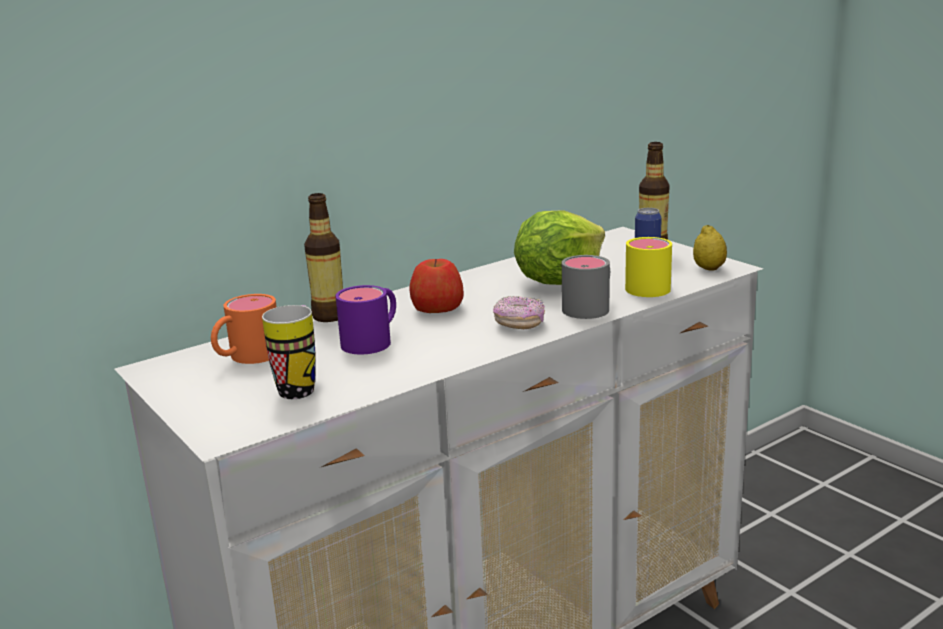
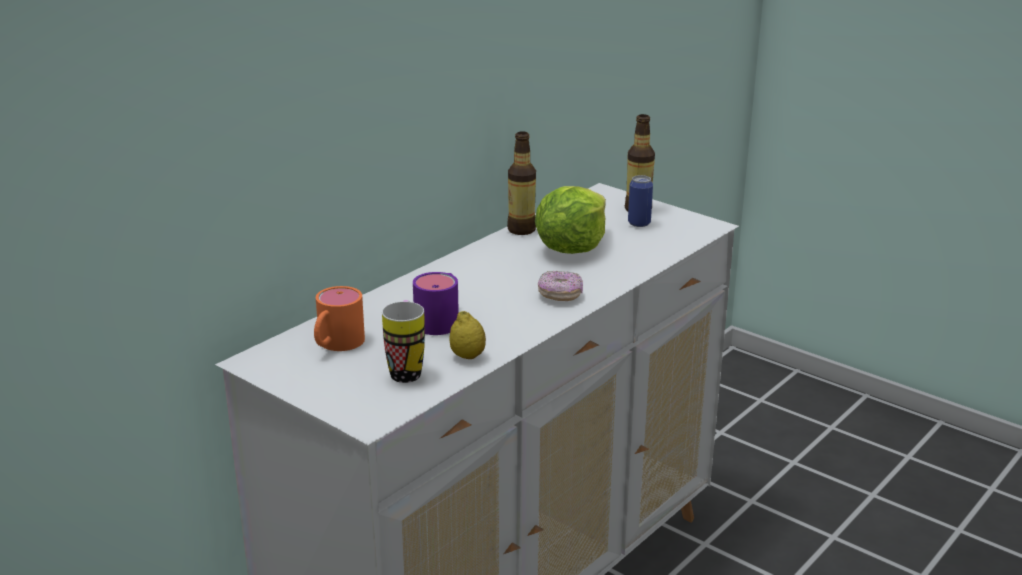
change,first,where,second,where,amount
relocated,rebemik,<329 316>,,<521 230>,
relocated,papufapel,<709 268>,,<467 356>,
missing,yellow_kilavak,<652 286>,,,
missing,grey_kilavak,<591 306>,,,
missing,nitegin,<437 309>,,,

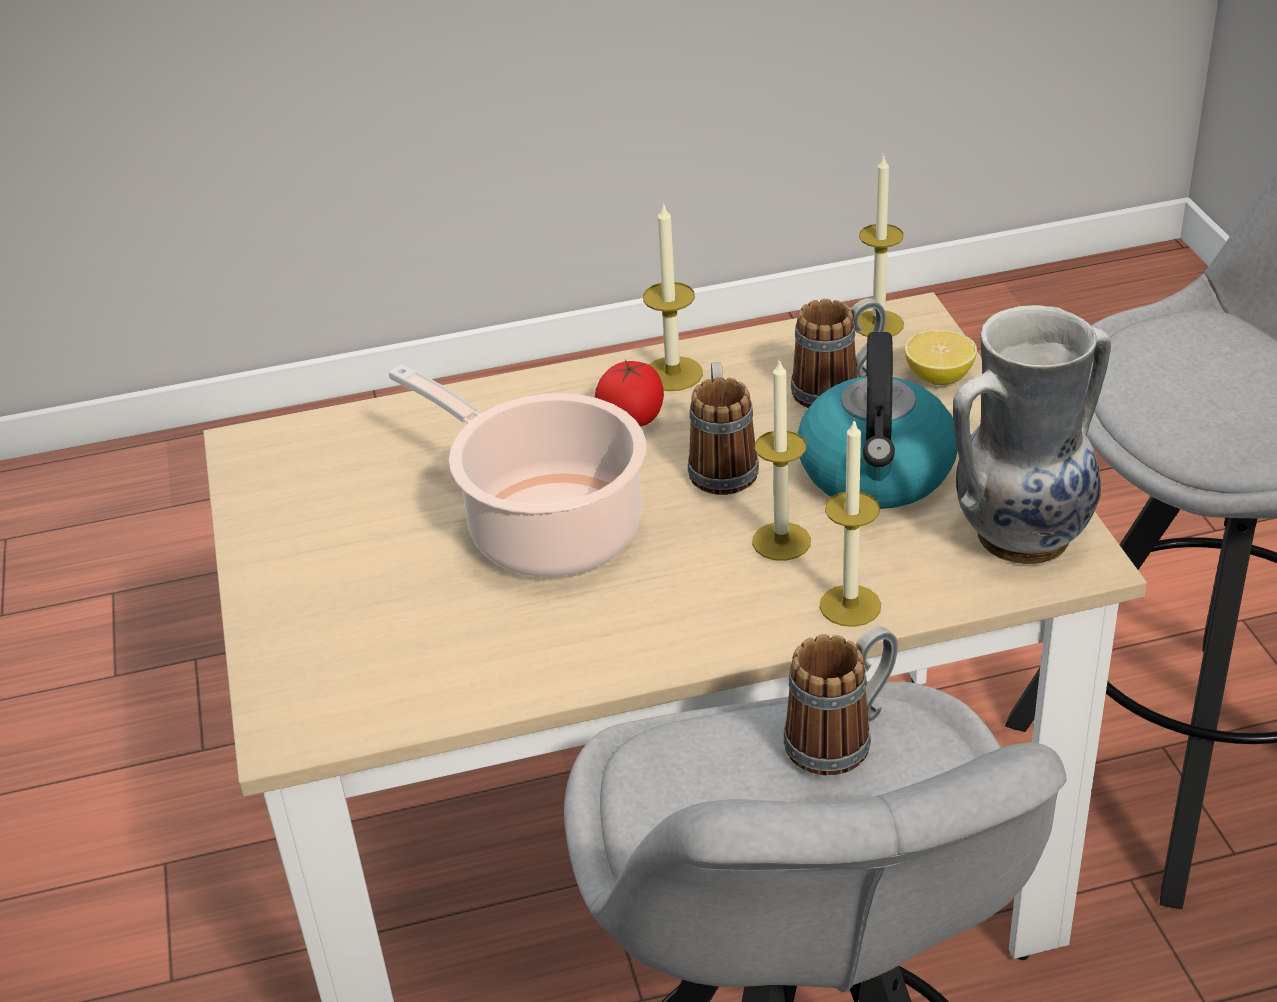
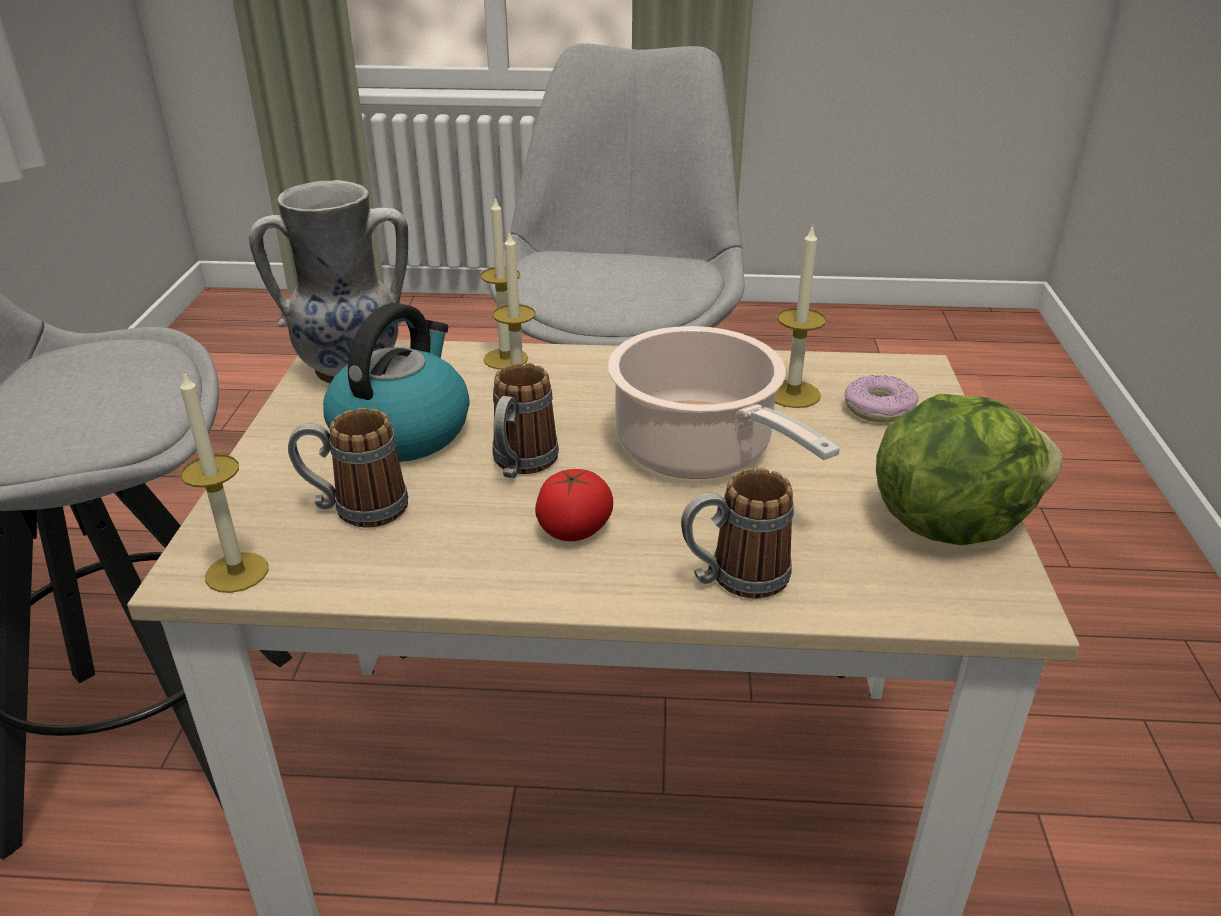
change,first,where,second,where,amount
relocated,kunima,<673 374>,,<793 394>,
missing,papufapel,<939 377>,,,
relocated,kilavak,<842 737>,,<733 579>,
appeared,,,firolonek,<878 408>,
appeared,,,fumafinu,<949 522>,

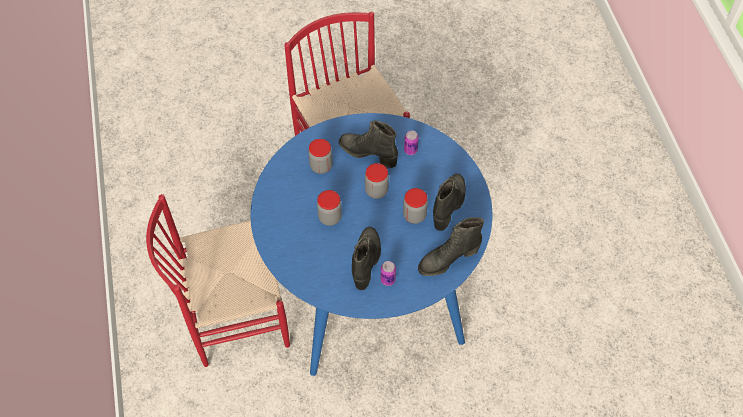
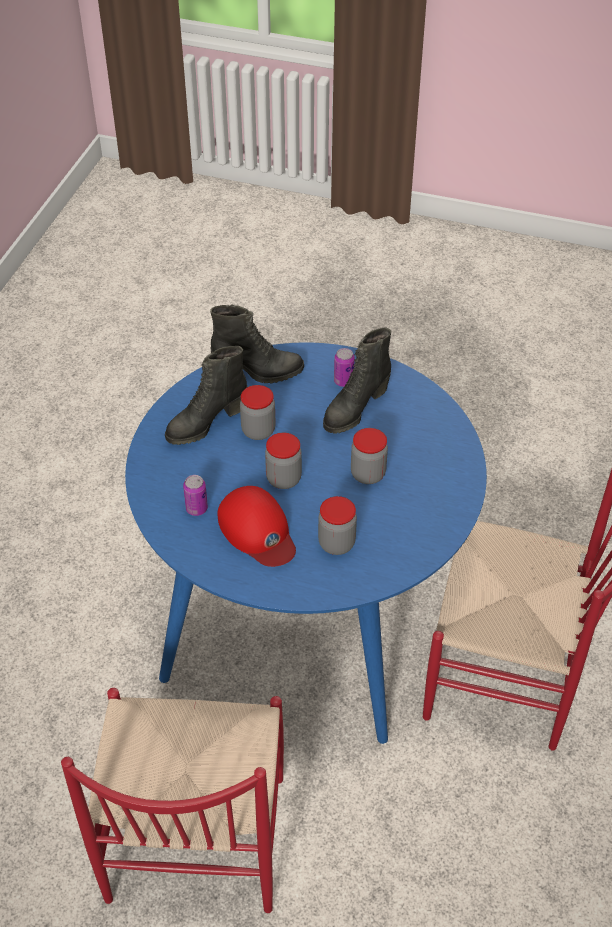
change,first,where,second,where,amount
exchanged,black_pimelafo,<368 153>,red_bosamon,<257 531>,

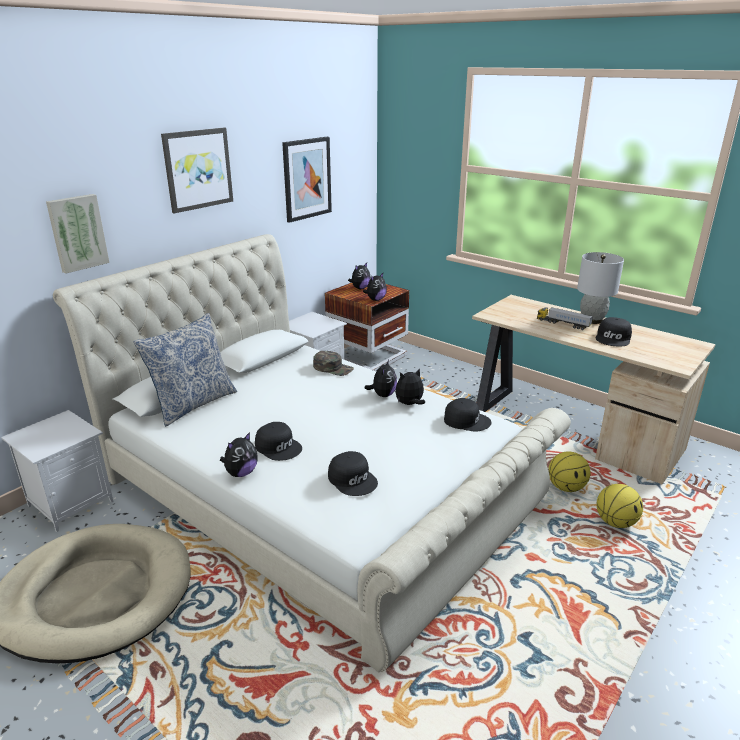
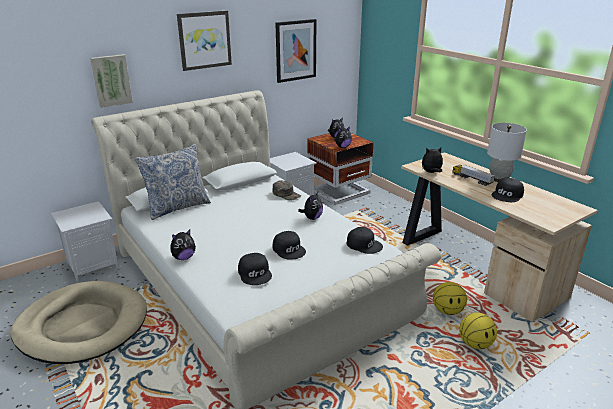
change,first,where,second,where,amount
relocated,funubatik,<409 404>,,<431 172>,
relocated,black_bosamon,<279 446>,,<289 249>,

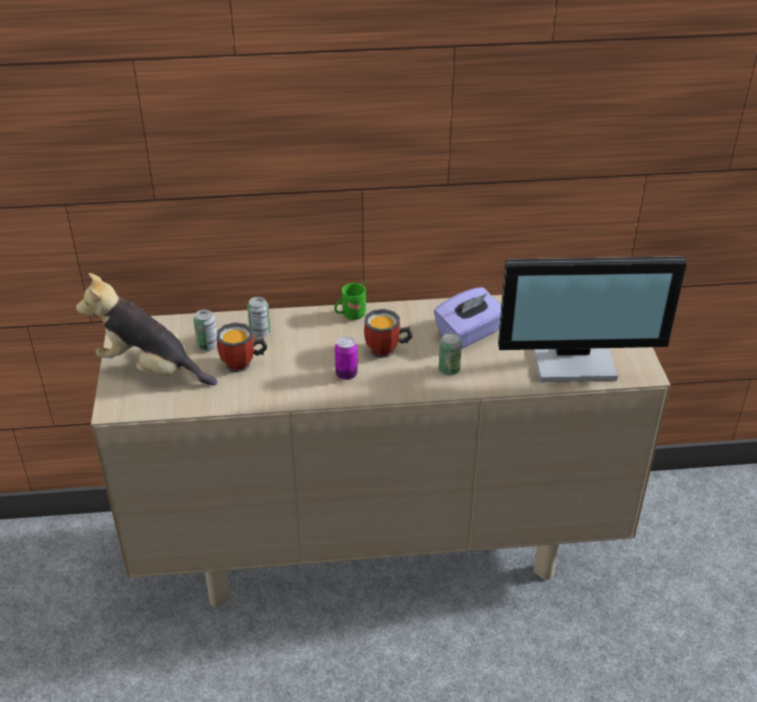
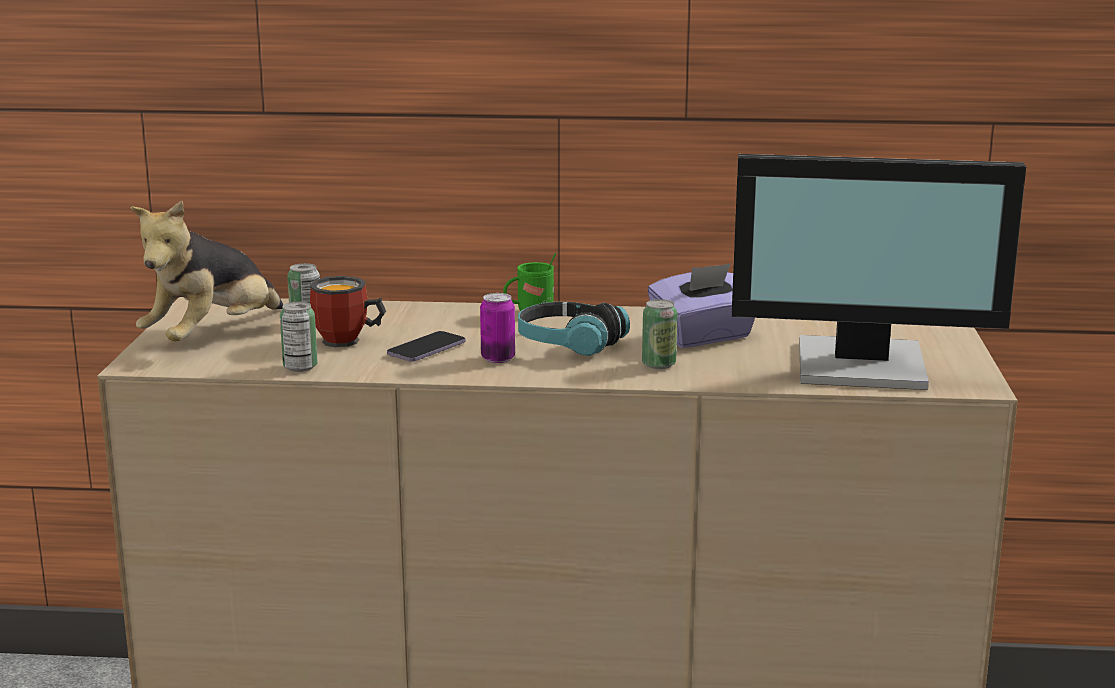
change,first,where,second,where,amount
spun,funubatik,<151 369>,,<213 337>,90 degrees counterclockwise
relocated,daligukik,<260 332>,,<300 367>,
exchanged,kilavak,<387 351>,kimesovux,<569 344>,
appeared,,,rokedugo,<426 349>,

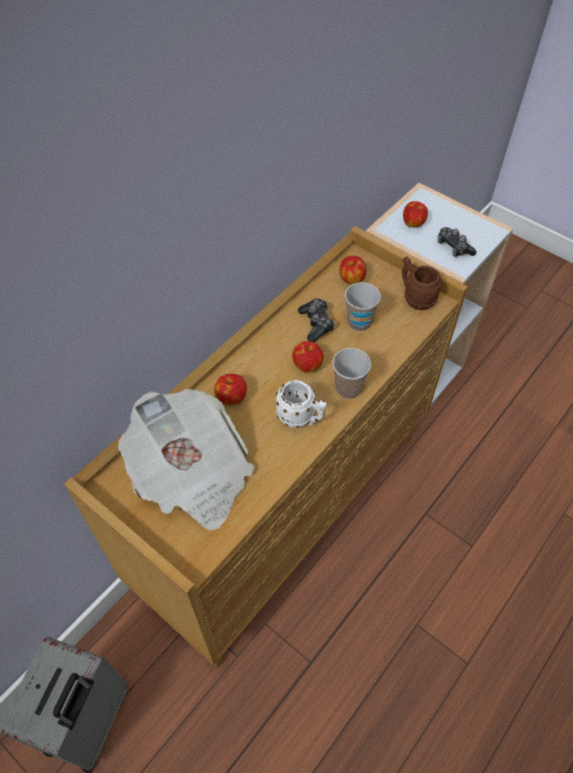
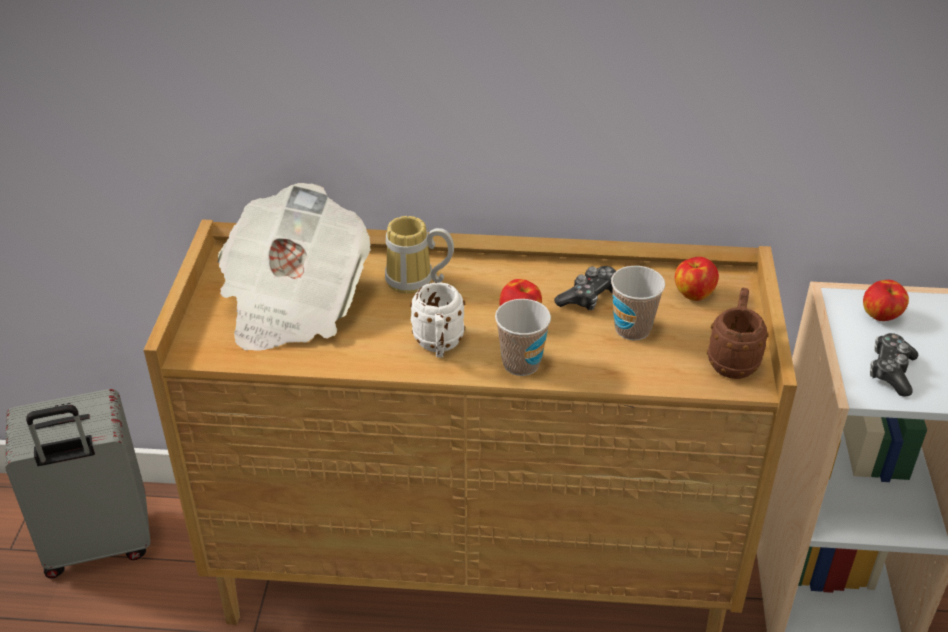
change,first,where,second,where,amount
exchanged,nitegin,<231 397>,kilavak,<415 283>,

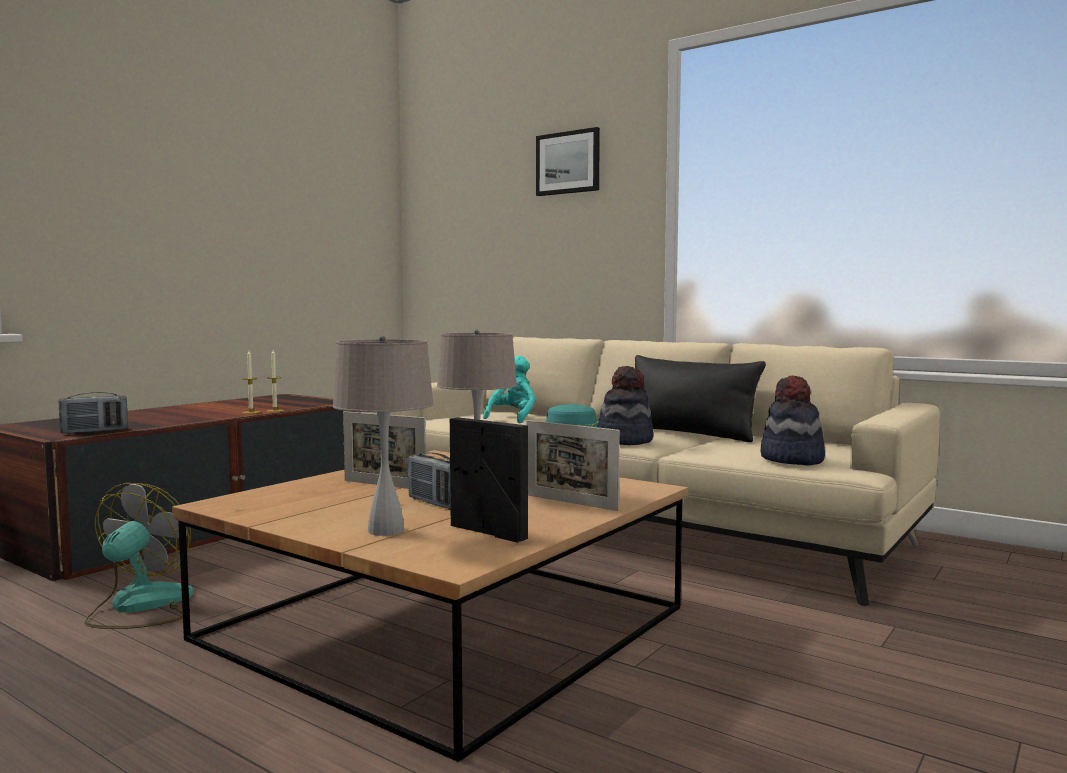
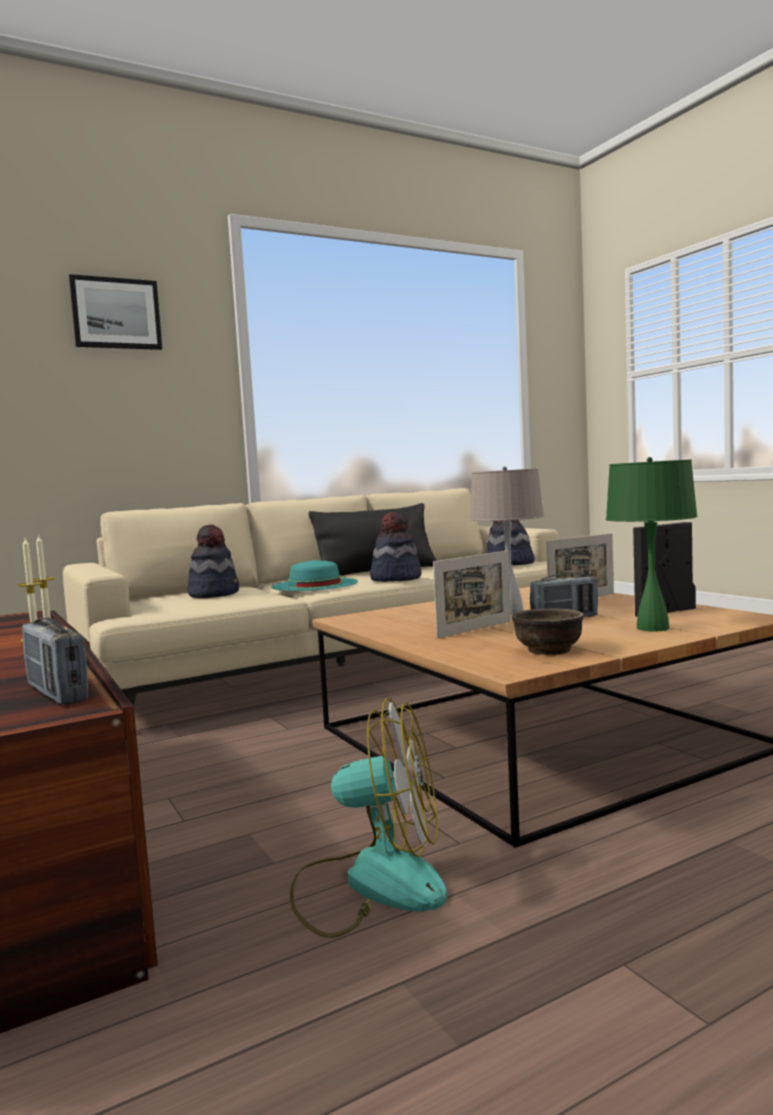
change,first,where,second,where,amount
colour,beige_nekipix,<385 530>,green_nekipix,<652 628>,
exchanged,turquoise_funubatik,<513 418>,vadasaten,<214 594>,
spun,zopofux,<94 431>,,<56 694>,150 degrees clockwise
spun,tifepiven,<139 607>,,<370 883>,150 degrees clockwise
appeared,,,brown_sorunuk,<549 651>,

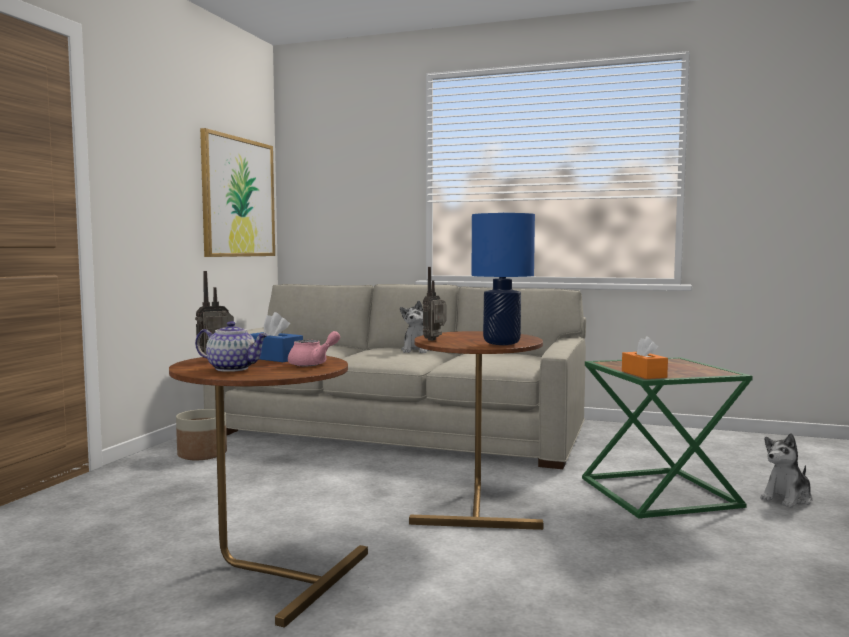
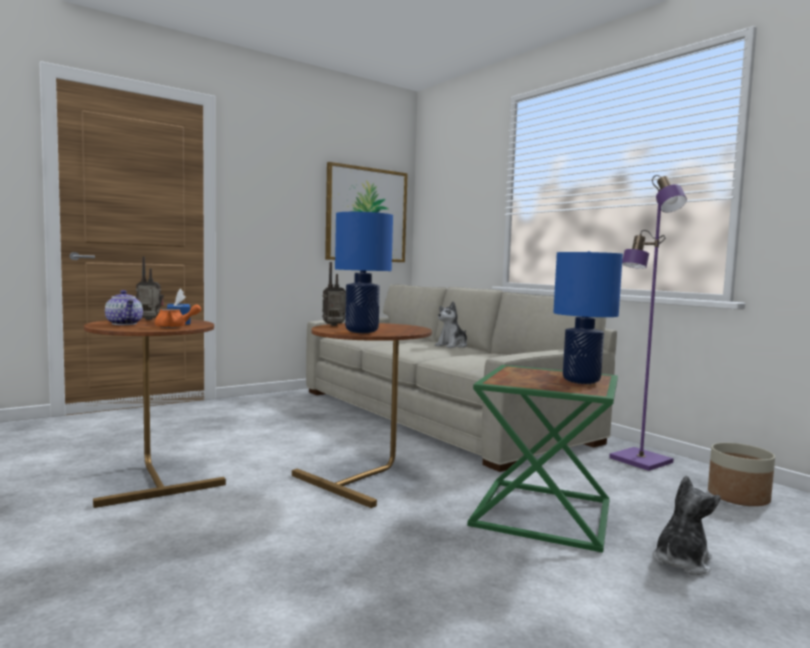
change,first,where,second,where,amount
colour,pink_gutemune,<313 363>,orange_gutemune,<175 327>,
missing,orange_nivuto,<643 374>,,,
relocated,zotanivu,<202 454>,,<738 496>,
spun,funubatik,<787 498>,,<681 561>,135 degrees clockwise
appeared,,,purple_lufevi,<640 460>,
appeared,,,blue_nekipix,<581 382>,

